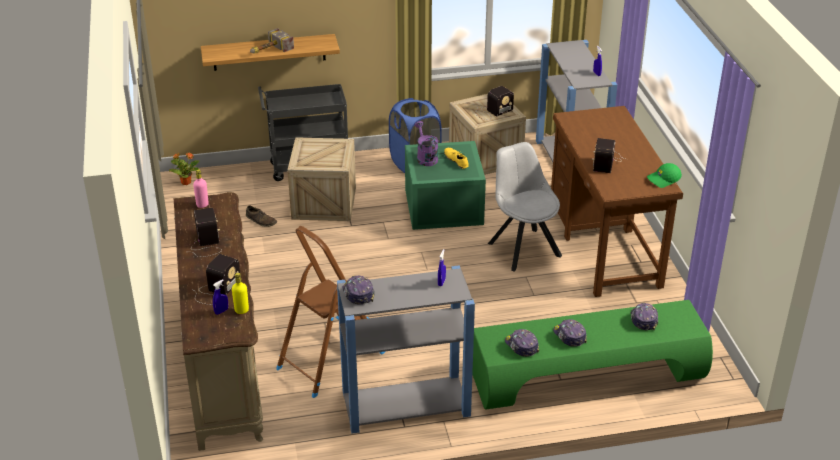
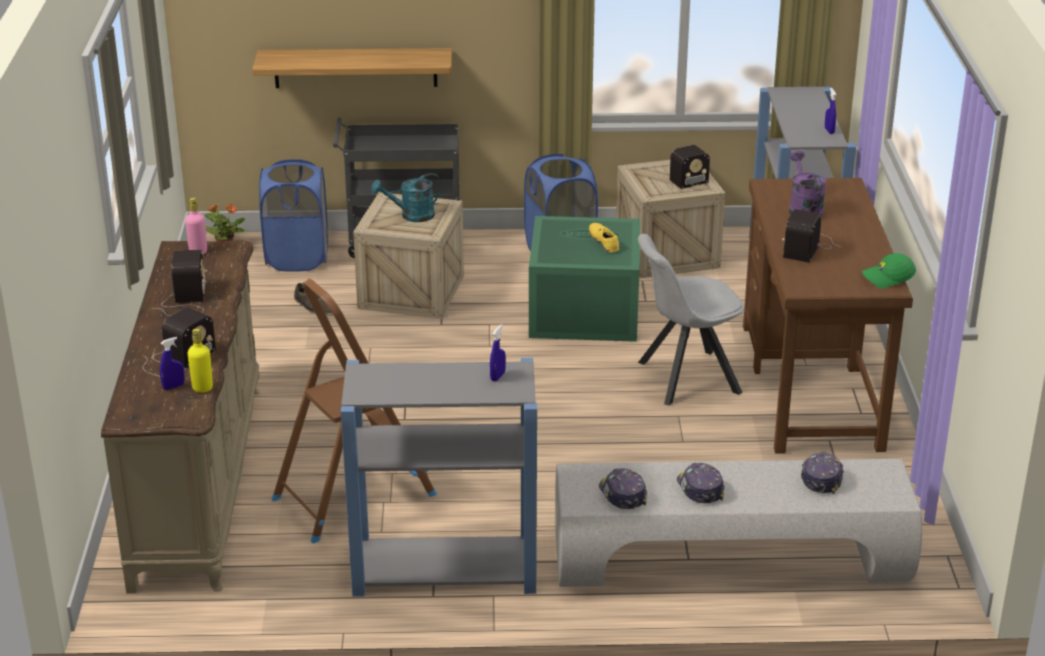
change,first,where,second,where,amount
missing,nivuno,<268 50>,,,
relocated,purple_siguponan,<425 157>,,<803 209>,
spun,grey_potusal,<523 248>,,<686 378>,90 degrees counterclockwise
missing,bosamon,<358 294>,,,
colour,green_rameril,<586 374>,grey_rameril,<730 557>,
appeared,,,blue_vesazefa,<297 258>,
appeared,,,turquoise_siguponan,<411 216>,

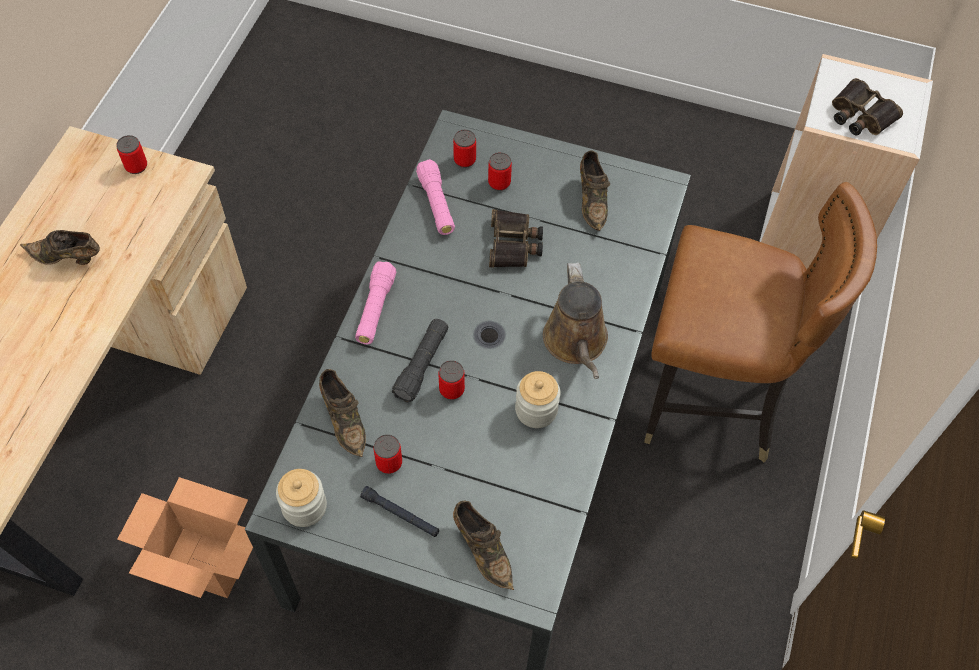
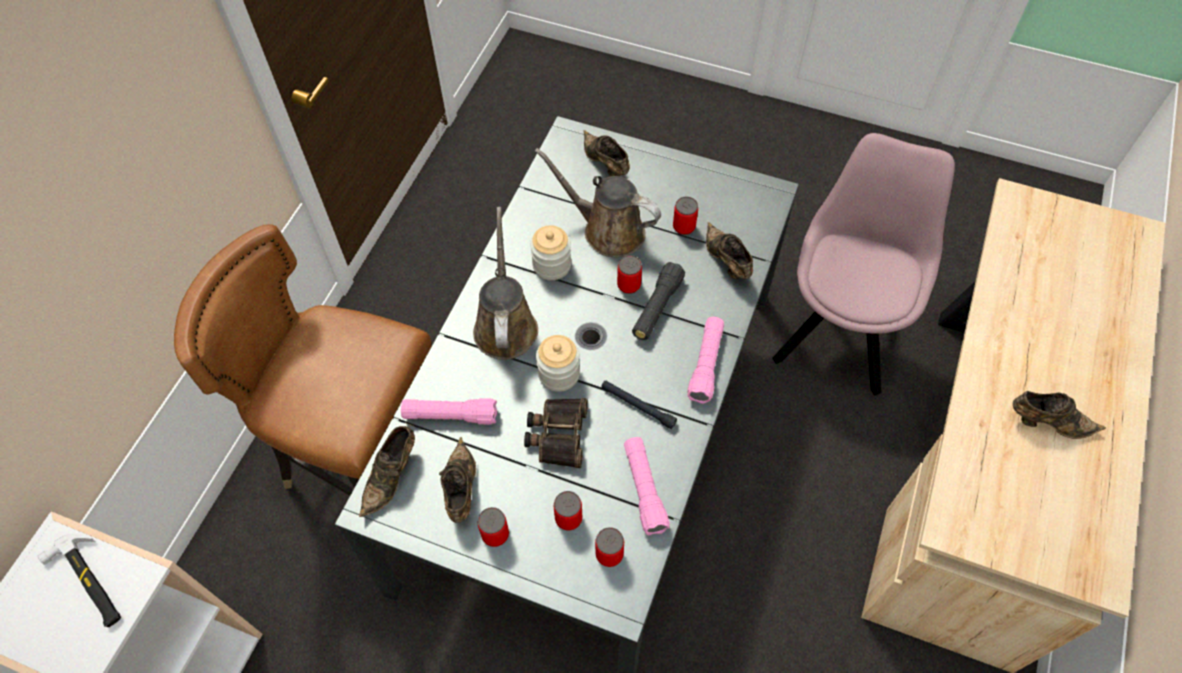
change,first,where,second,where,amount
exchanged,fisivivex,<860 115>,nivuno,<88 583>,
relocated,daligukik,<136 166>,,<495 534>,
relocated,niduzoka,<304 507>,,<559 374>,
exchanged,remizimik,<204 563>,pink_potusal,<838 333>,
relocated,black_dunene,<400 514>,,<637 406>,
appeared,,,brown_siguponan,<608 230>,
appeared,,,pink_dunene,<450 416>,
appeared,,,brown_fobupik,<392 477>,

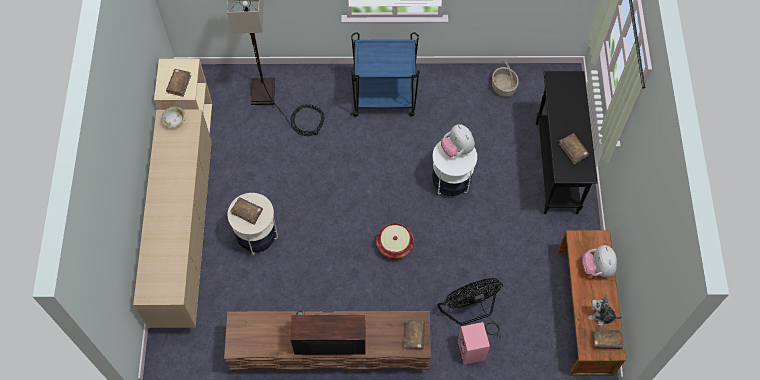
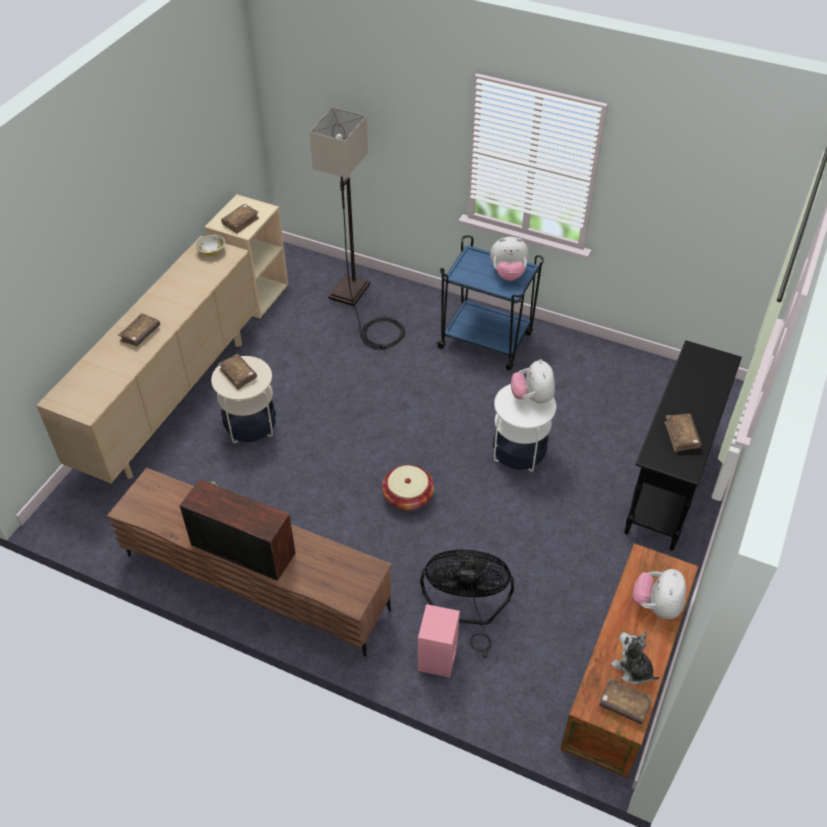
change,first,where,second,where,amount
missing,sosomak,<504 87>,,,
relocated,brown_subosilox,<414 336>,,<140 334>,
appeared,,,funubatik,<508 274>,

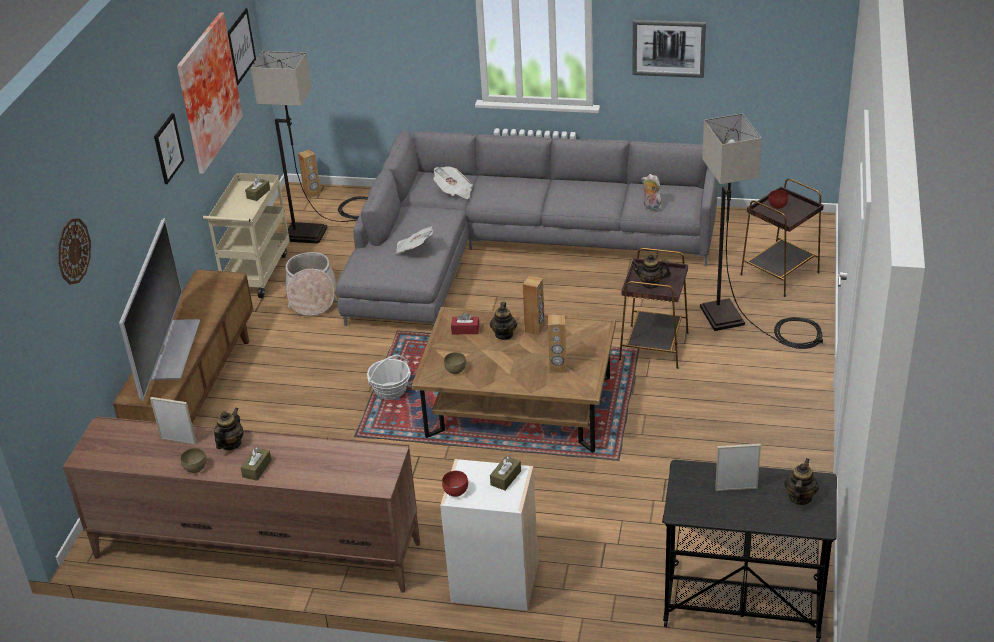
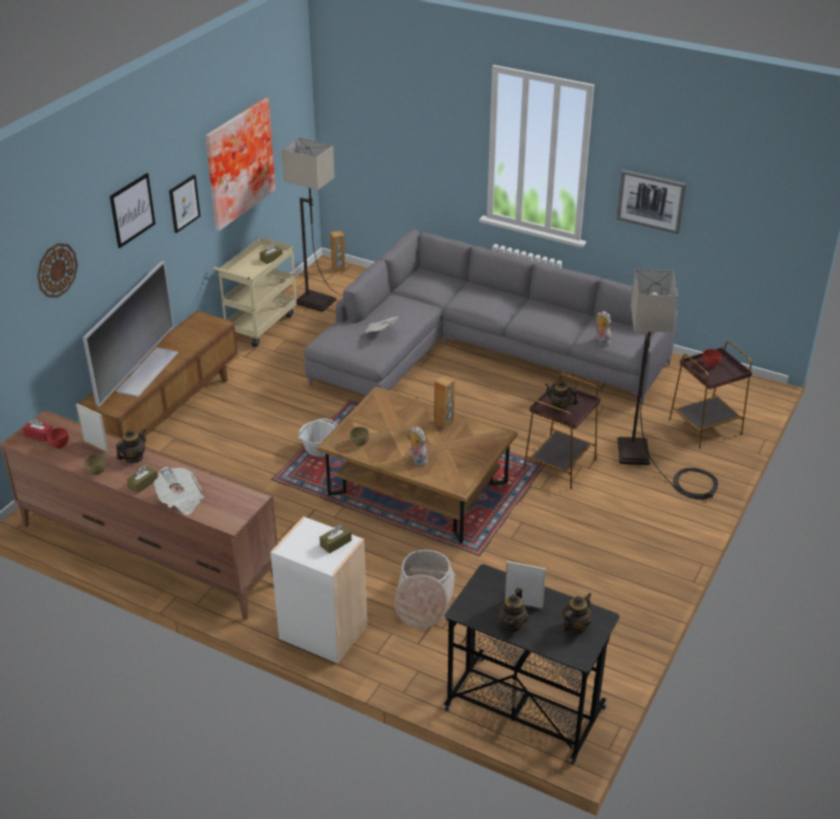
change,first,where,second,where,amount
relocated,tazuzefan,<241 46>,,<132 210>,
relocated,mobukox,<454 192>,,<180 500>,
relocated,sosomak,<311 296>,,<424 599>,
relocated,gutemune,<504 334>,,<512 625>,
relocated,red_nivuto,<465 330>,,<39 435>,
missing,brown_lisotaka,<558 368>,,,
relocated,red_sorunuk,<455 491>,,<59 444>,
appeared,,,funubatik,<417 460>,

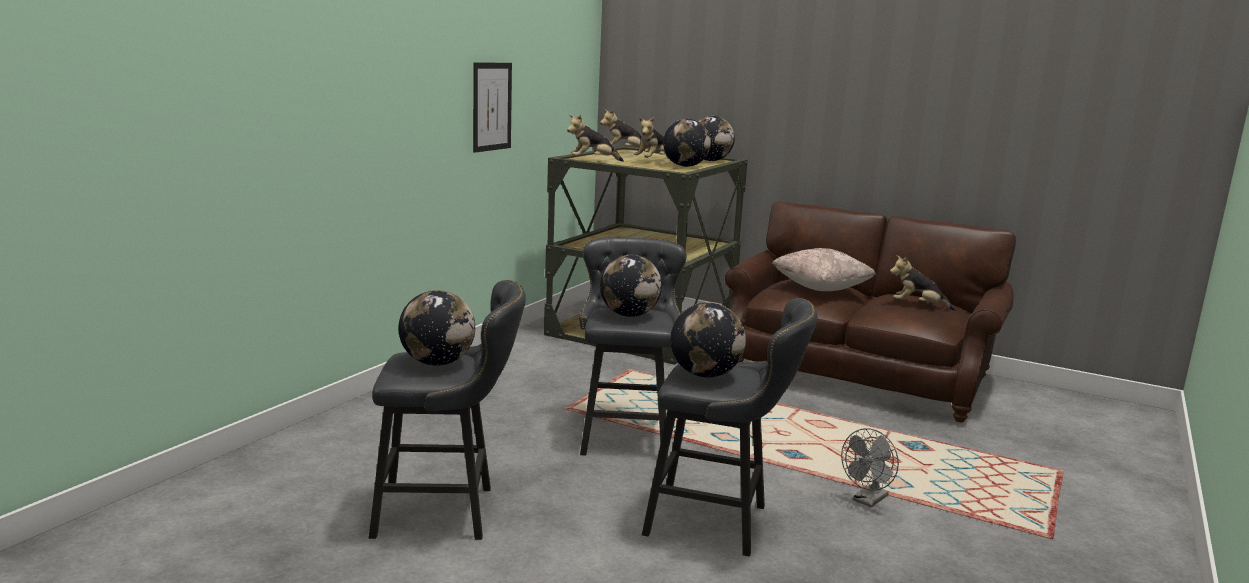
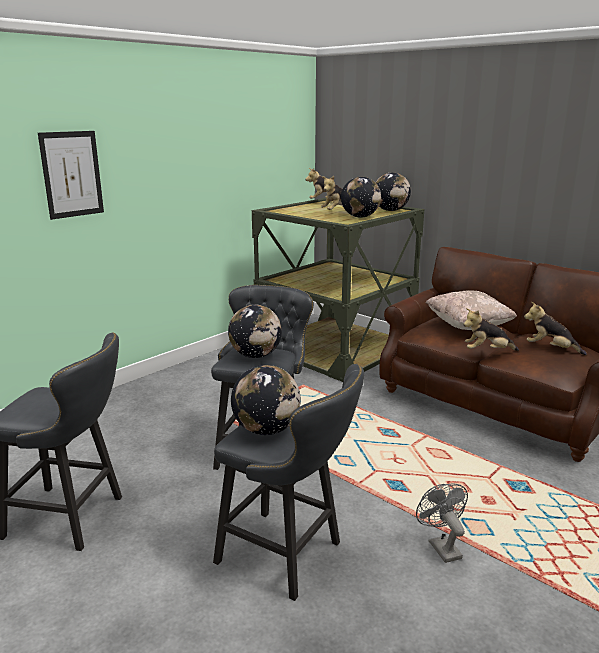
change,first,where,second,where,amount
relocated,tazuzefan,<492 106>,,<72 174>,
relocated,funubatik,<592 161>,,<487 351>,
missing,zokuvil,<437 363>,,,
spun,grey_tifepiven,<867 500>,,<441 546>,105 degrees clockwise

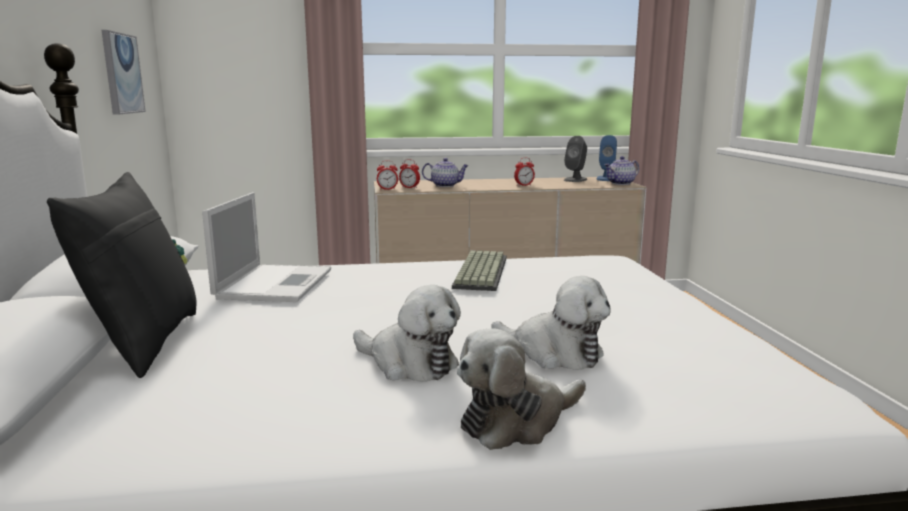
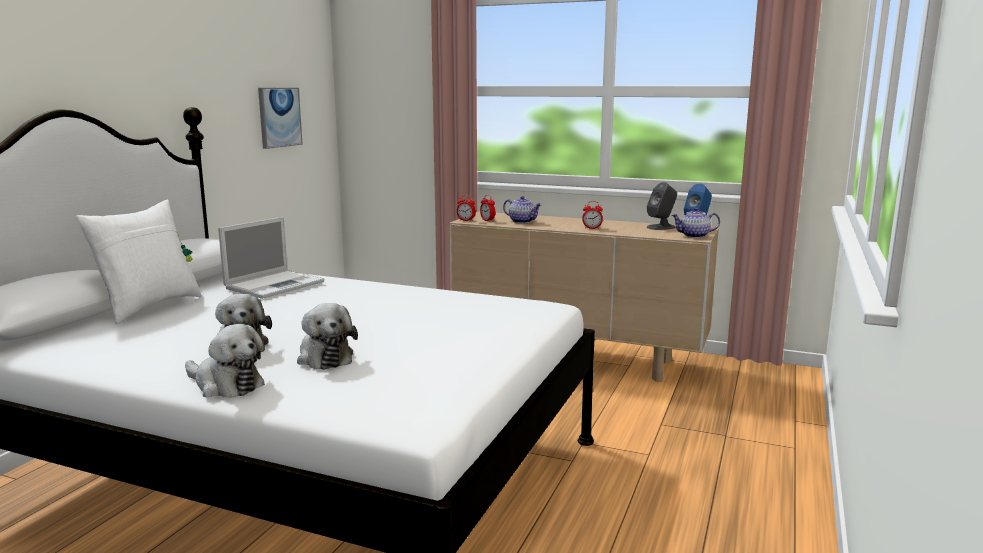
change,first,where,second,where,amount
colour,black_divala,<145 344>,white_divala,<149 308>,
missing,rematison,<479 272>,,,
spun,funubatik,<516 421>,,<226 385>,150 degrees counterclockwise

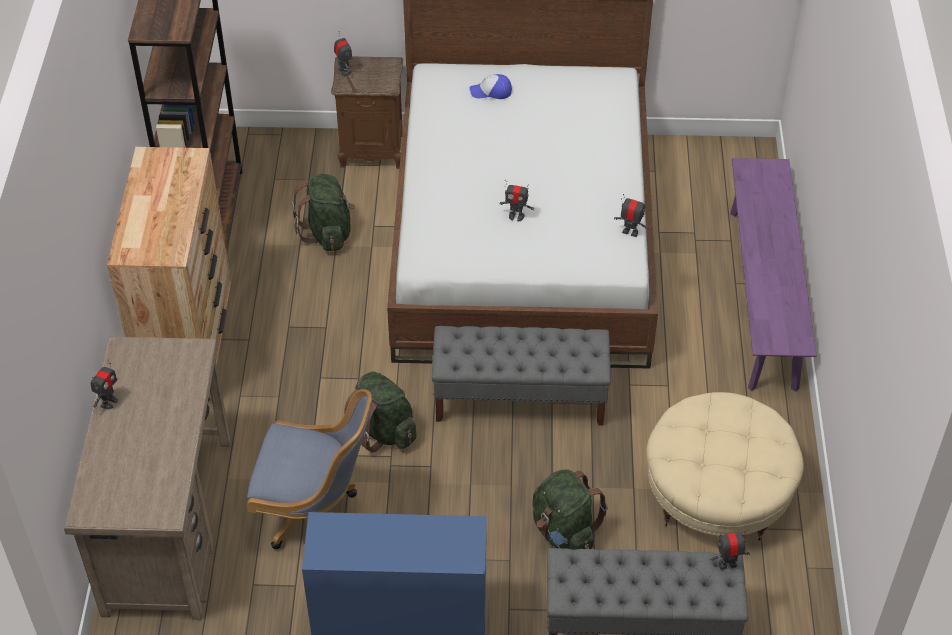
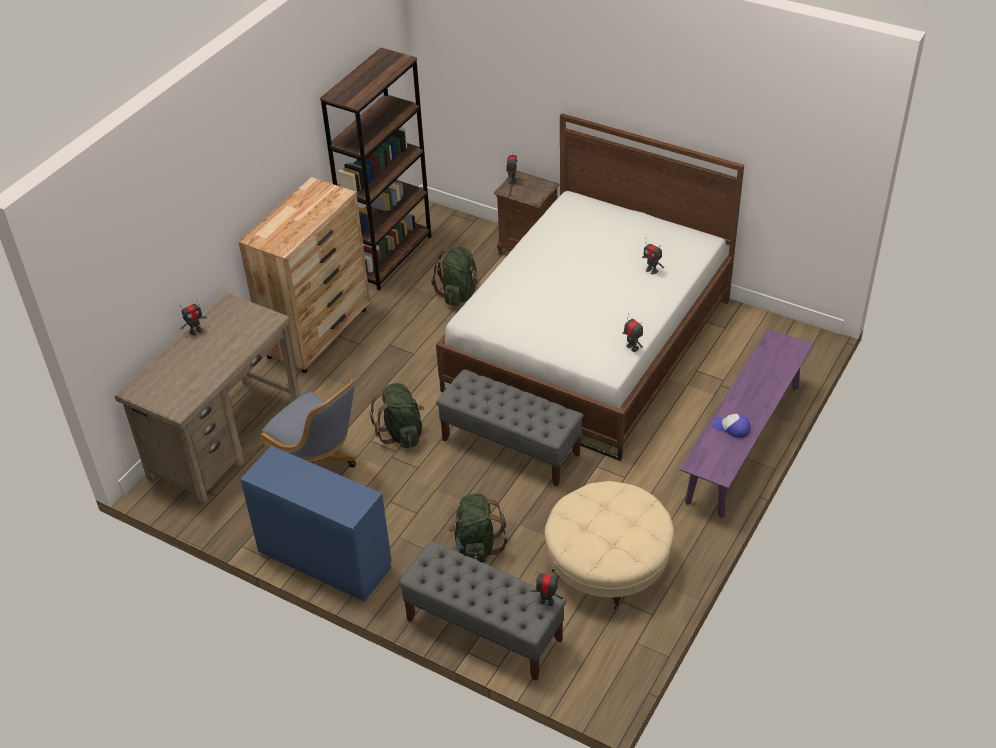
change,first,where,second,where,amount
relocated,bosamon,<491 91>,,<731 428>,
relocated,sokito,<516 216>,,<651 270>,

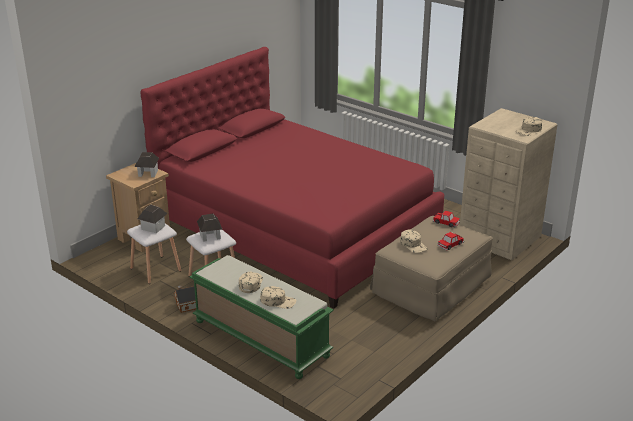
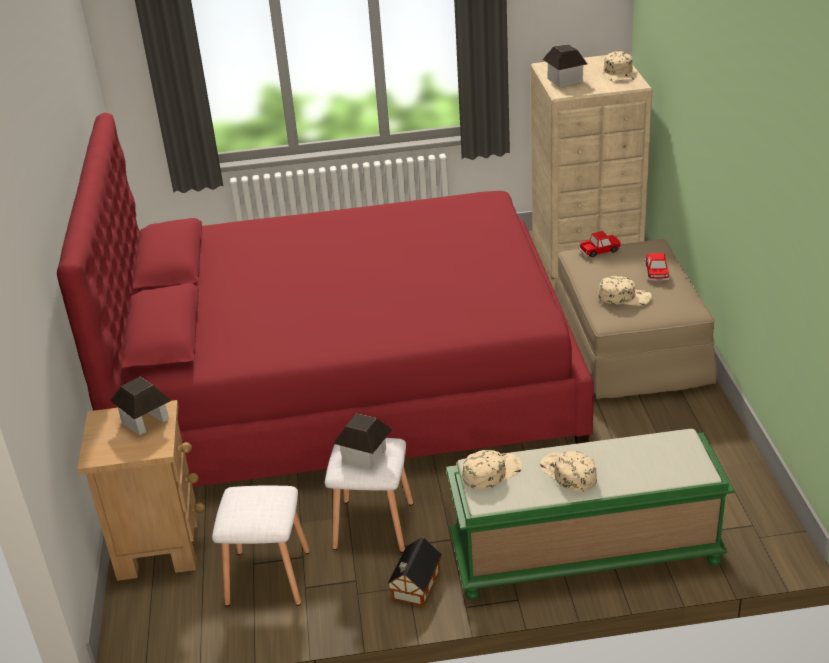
change,first,where,second,where,amount
relocated,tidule,<153 227>,,<565 80>,
relocated,beige_bosamon,<278 301>,,<491 472>,

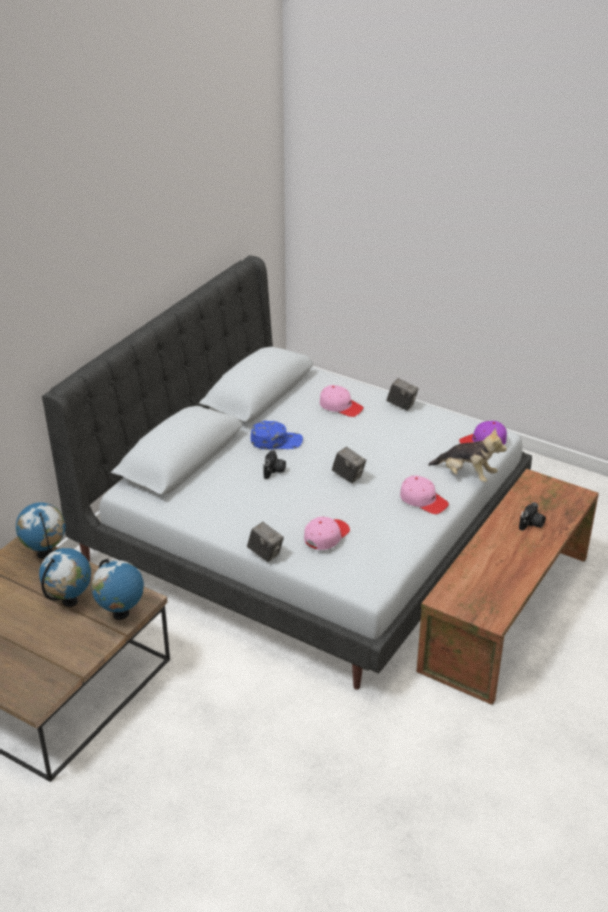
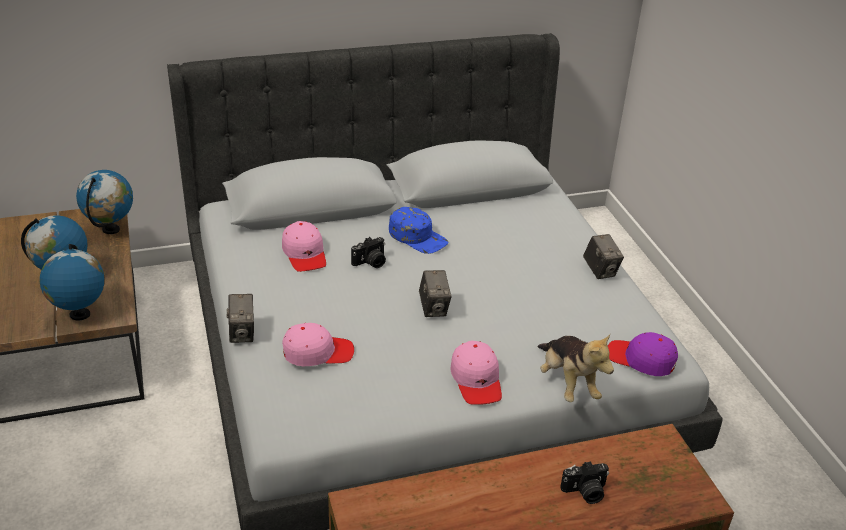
change,first,where,second,where,amount
relocated,pink_bosamon,<340 406>,,<305 254>,

